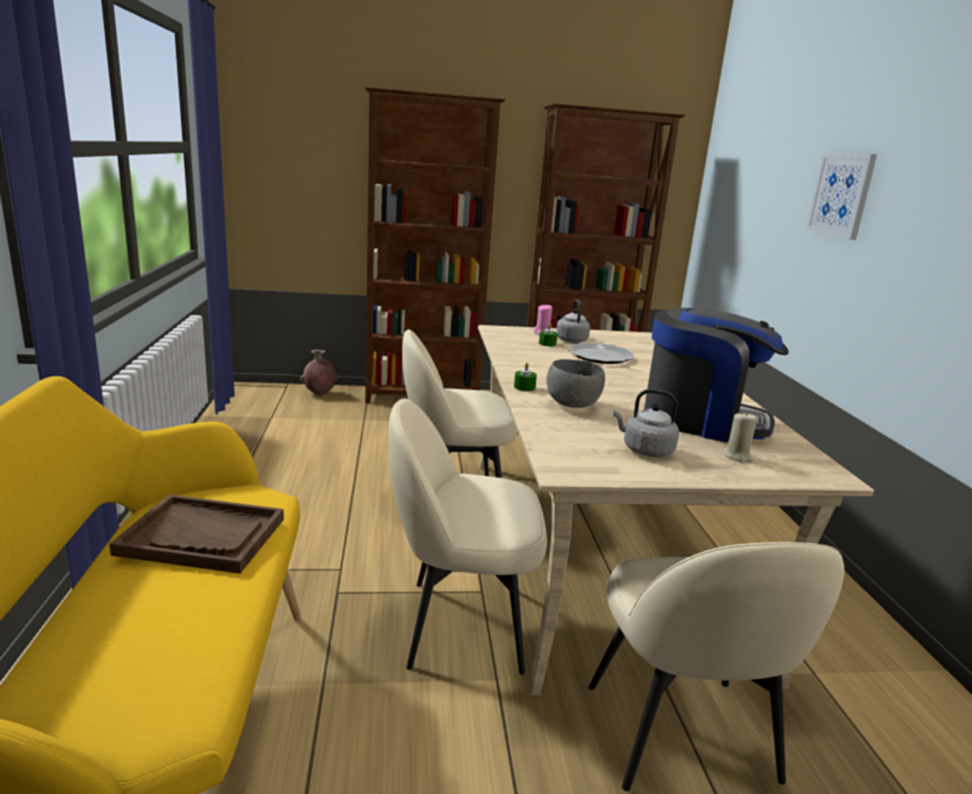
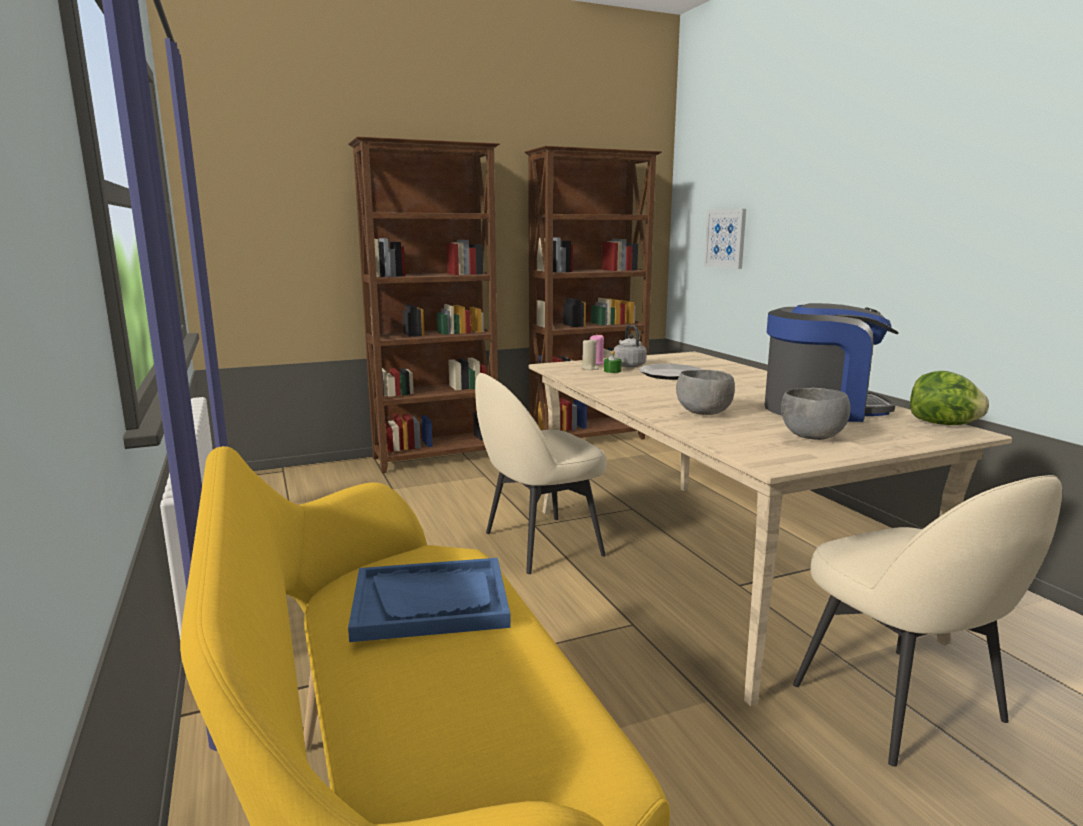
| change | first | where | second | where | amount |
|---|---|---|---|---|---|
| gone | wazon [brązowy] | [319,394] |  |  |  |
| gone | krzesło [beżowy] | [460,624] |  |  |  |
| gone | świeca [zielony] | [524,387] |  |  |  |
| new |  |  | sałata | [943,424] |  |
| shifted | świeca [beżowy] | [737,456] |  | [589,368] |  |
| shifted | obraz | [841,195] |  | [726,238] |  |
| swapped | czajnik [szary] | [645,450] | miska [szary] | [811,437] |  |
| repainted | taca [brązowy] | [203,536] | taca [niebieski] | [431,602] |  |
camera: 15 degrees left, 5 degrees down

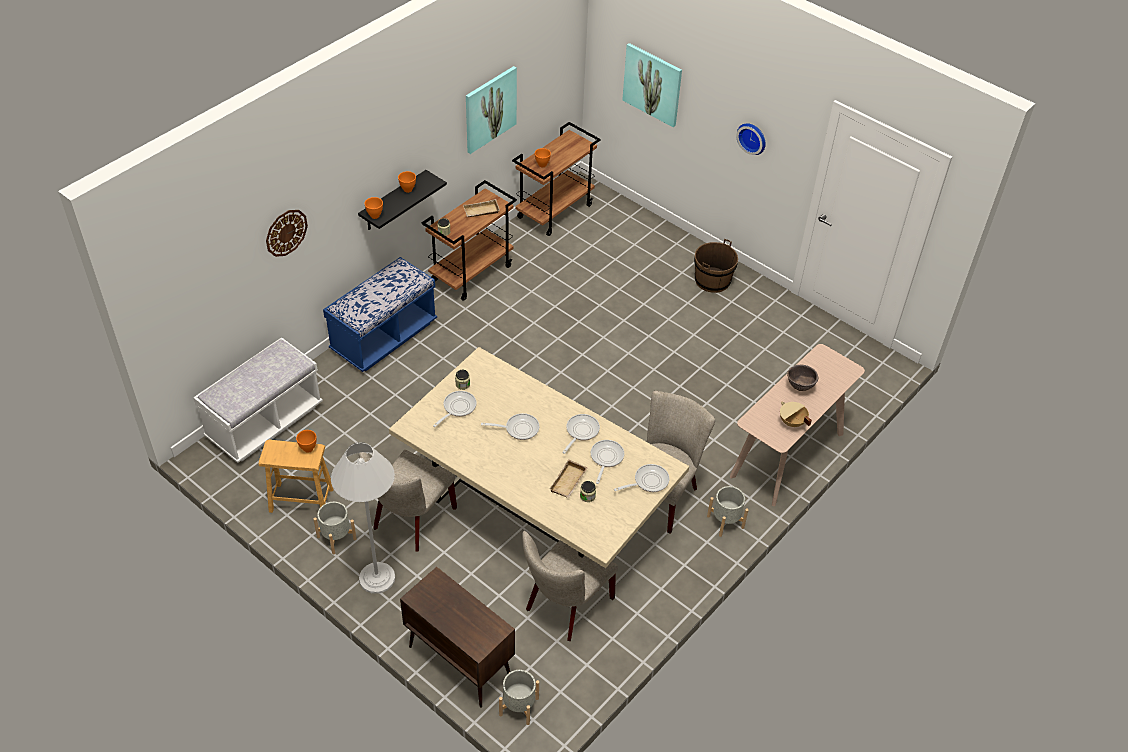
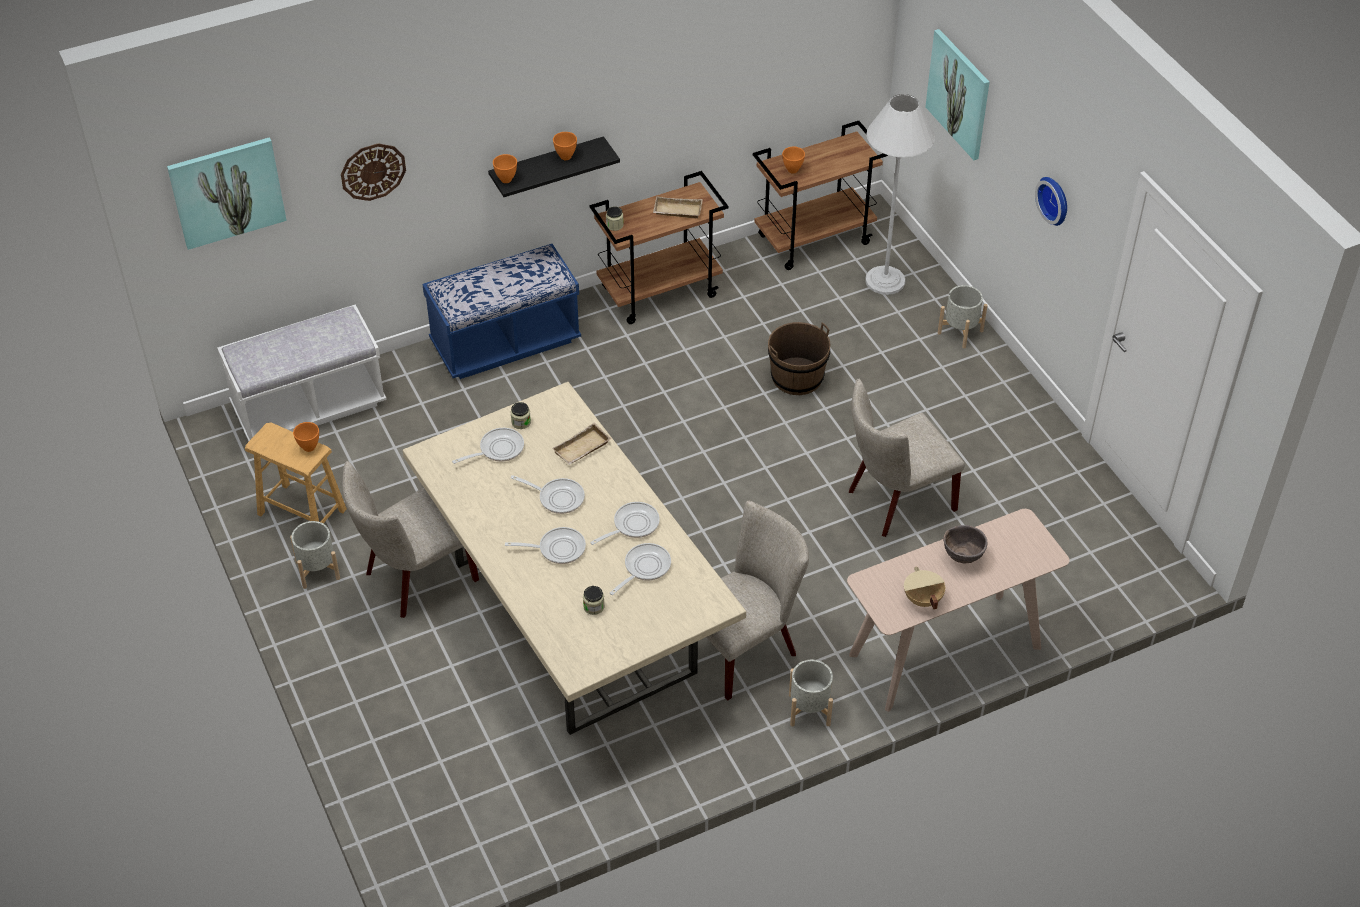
| change | first | where | second | where | amount |
|---|---|---|---|---|---|
| gone | szafka [brązowy] | [459,661] |  |  |  |
| shifted | lampa stojąca [biały] | [377,578] |  | [885,281] |  |
| shifted | obraz | [490,109] |  | [227,192] |  |
| shifted | donica [szary] | [519,707] |  | [960,332] |  |
| shifted | krzesło [beżowy] | [565,606] |  | [895,501] |  |
| shifted | taca [beżowy] | [569,482] |  | [582,449] |  |
| shifted | patelnia | [648,481] |  | [557,548] |  |
| shifted | wiadro [brązowy] | [712,280] |  | [797,377] |  |
camera: 25 degrees right, 0 degrees up

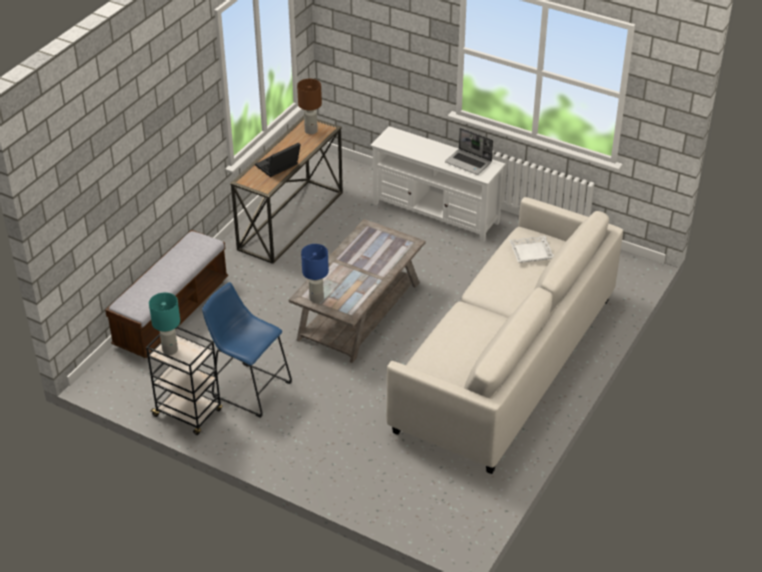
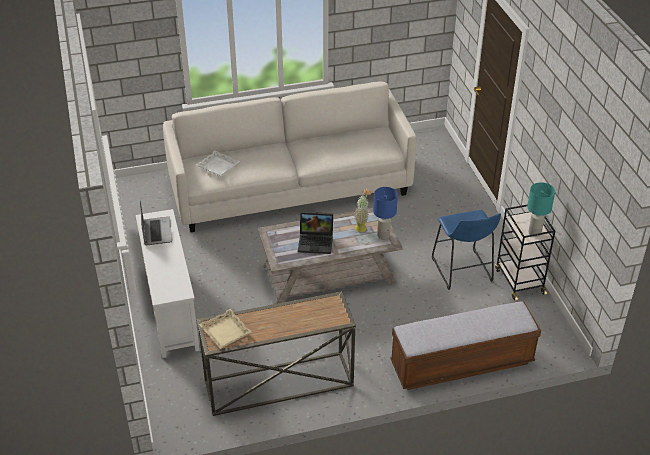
| change | first | where | second | where | amount |
|---|---|---|---|---|---|
| new |  |  | roślina doniczkowa | [362,226] |  |
| shifted | laptop | [278,167] |  | [316,242] |  |
| swapped | lampa stołowa [brązowy] | [311,130] | taca [beżowy] | [225,332] |  |
camera: 135 degrees left, 0 degrees up

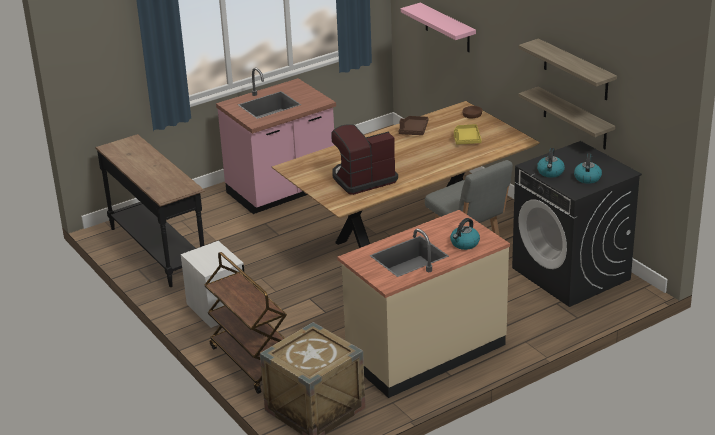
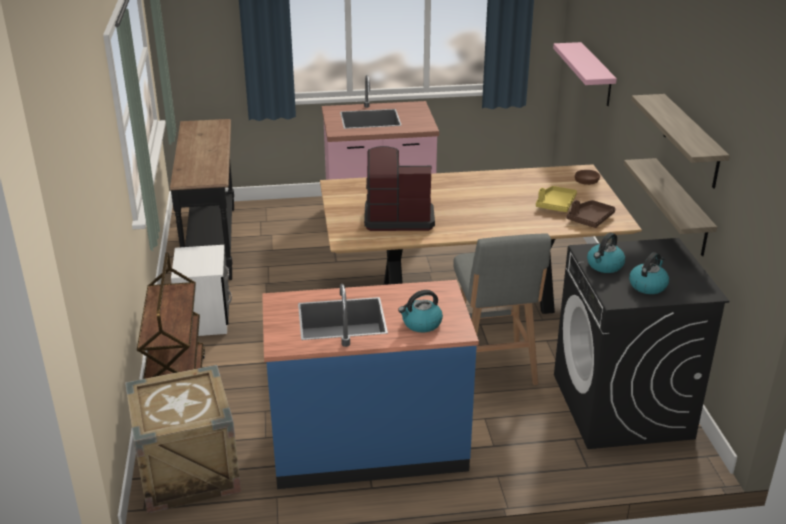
| change | first | where | second | where | amount |
|---|---|---|---|---|---|
| shifted | taca [brązowy] | [413,130] |  | [590,219] |  |
| repainted | zabudowa kuchenna [beżowy] | [425,351] | zabudowa kuchenna [niebieski] | [368,445] |  |
camera: 25 degrees right, 0 degrees up

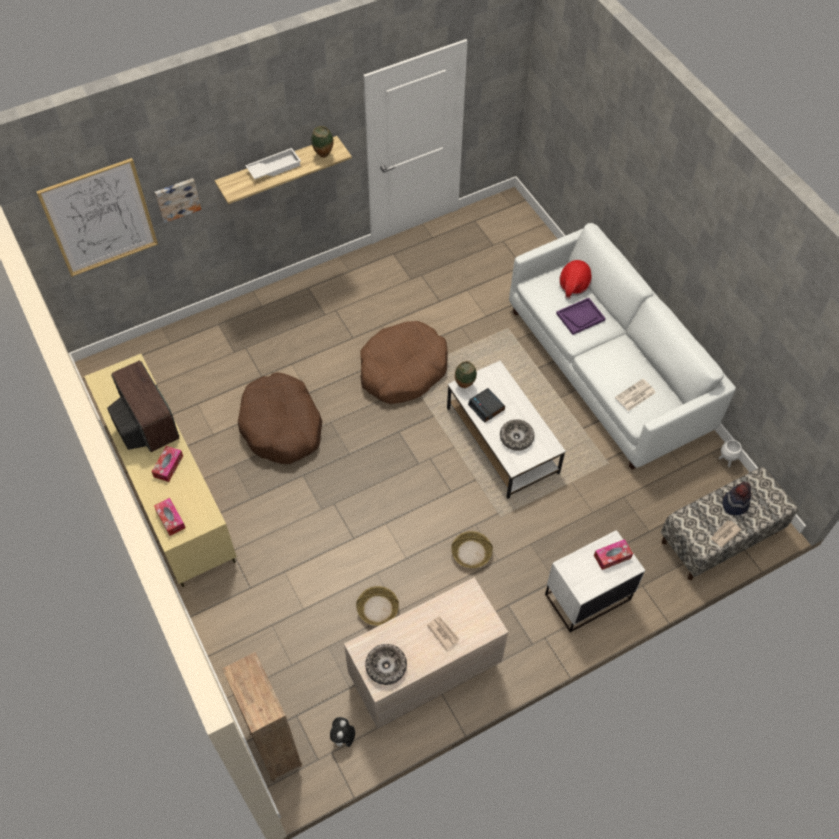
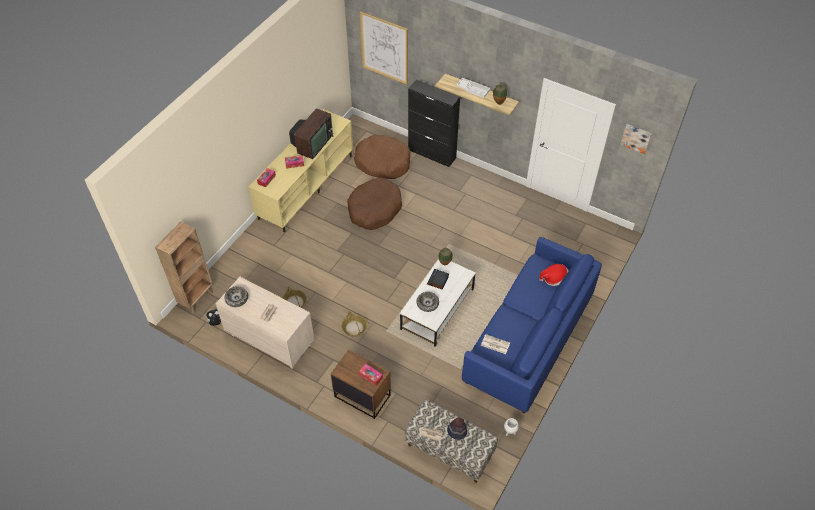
| change | first | where | second | where | amount |
|---|---|---|---|---|---|
| gone | taca [fioletowy] | [580,317] |  |  |  |
| new |  |  | szafka [czarny] | [432,154] |  |
| shifted | obraz | [177,199] |  | [636,138] |  |
| shifted | legowisko [brązowy] | [402,370] |  | [383,162] |  |
| repainted | kanapa [biały] | [607,370] | kanapa [niebieski] | [528,339] |  |
| repainted | szafka nocna [biały] | [586,597] | szafka nocna [brązowy] | [362,395] |  |
camera: 60 degrees right, 5 degrees down

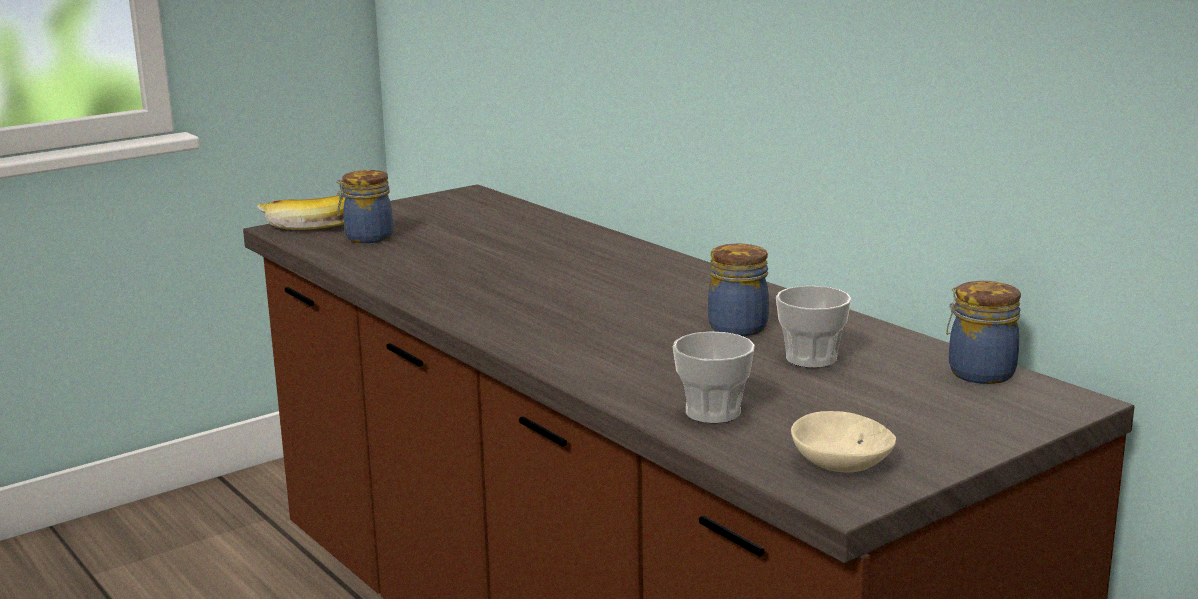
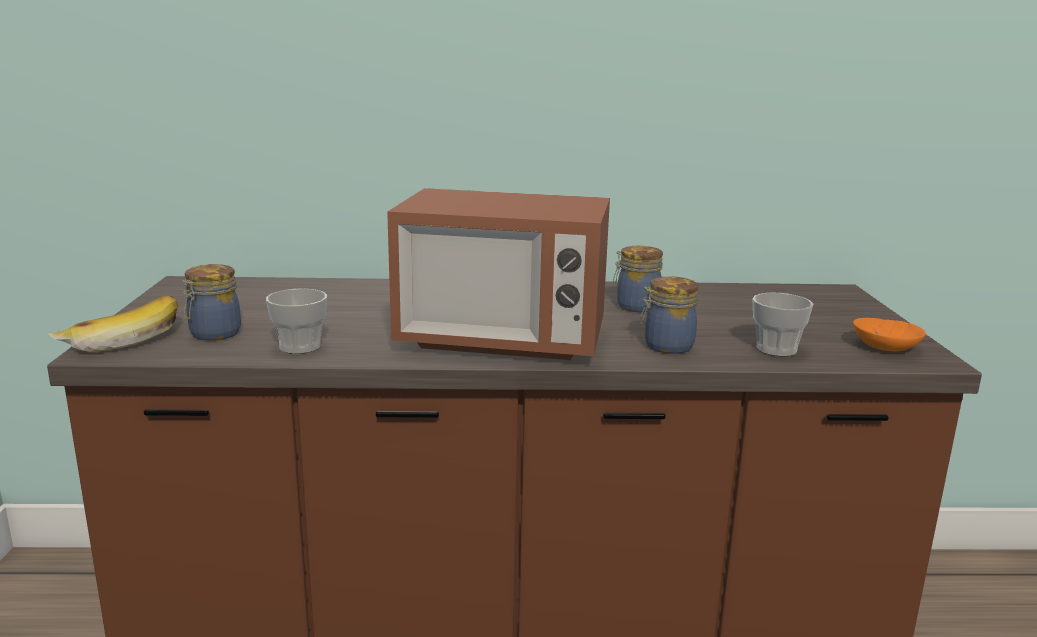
| change | first | where | second | where | amount |
|---|---|---|---|---|---|
| new |  |  | mikrofalówka | [502,340] |  |
| shifted | filiżanka | [811,358] |  | [300,346] |  |
| shifted | słoik | [978,372] |  | [666,346] |  |
| repainted | miska [beżowy] | [837,463] | miska [pomarańczowy] | [885,348] |  |
camera: 55 degrees left, 0 degrees up

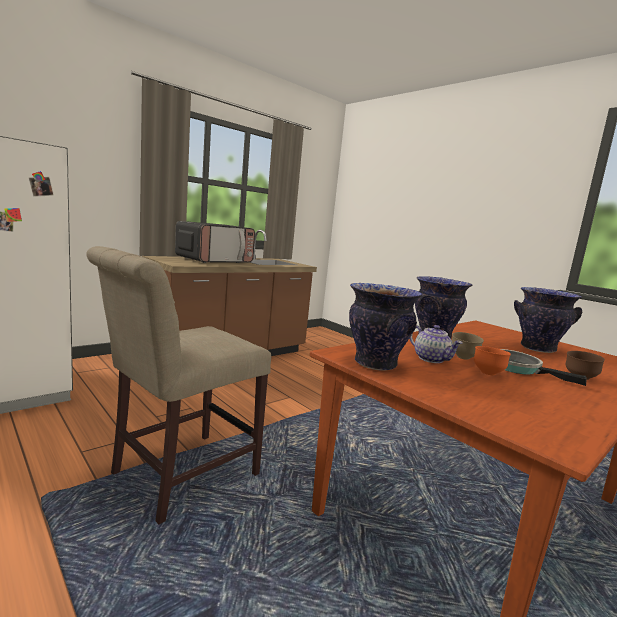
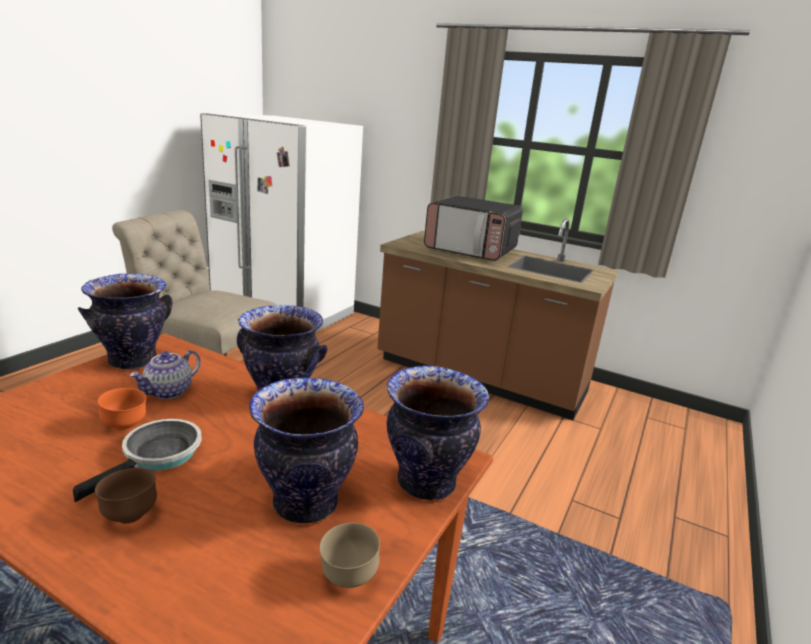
| change | first | where | second | where | amount |
|---|---|---|---|---|---|
| new |  |  | wazon | [427,483] |  |
| shifted | miska [brązowy] | [463,358] |  | [348,578] |  |
camera: 70 degrees right, 10 degrees up

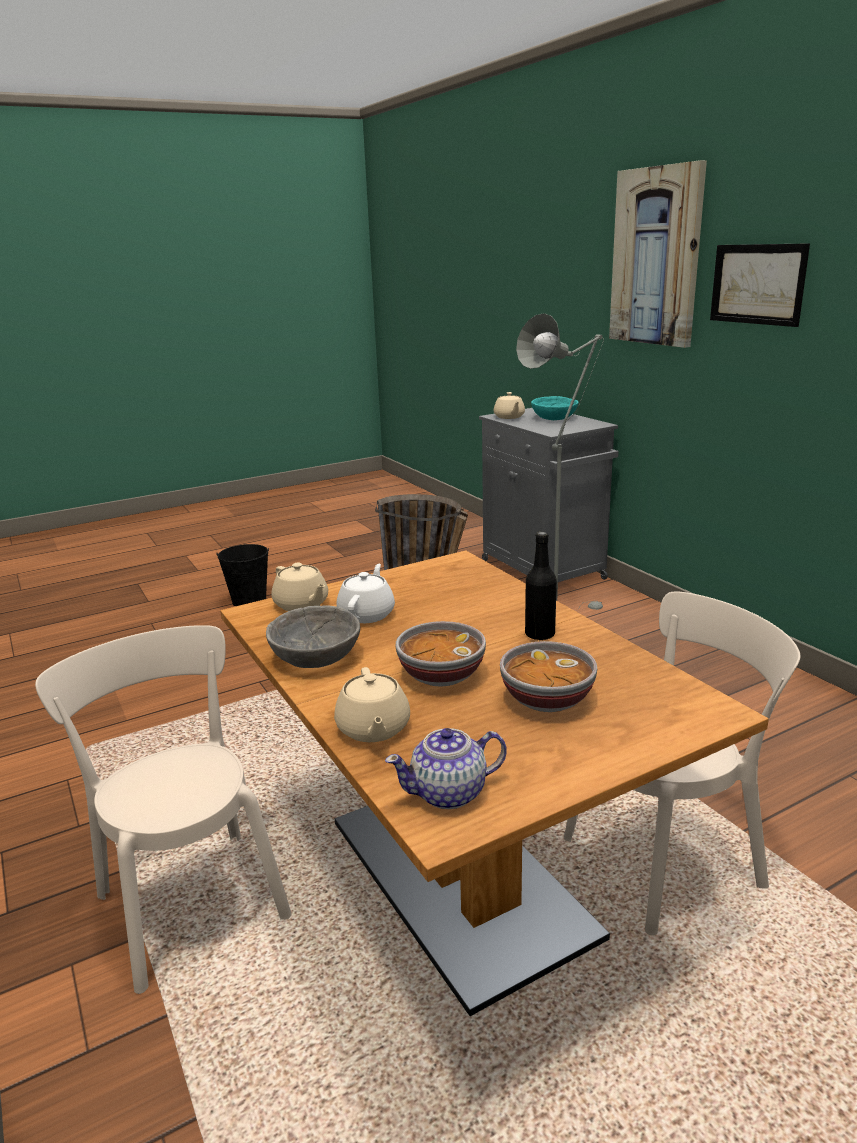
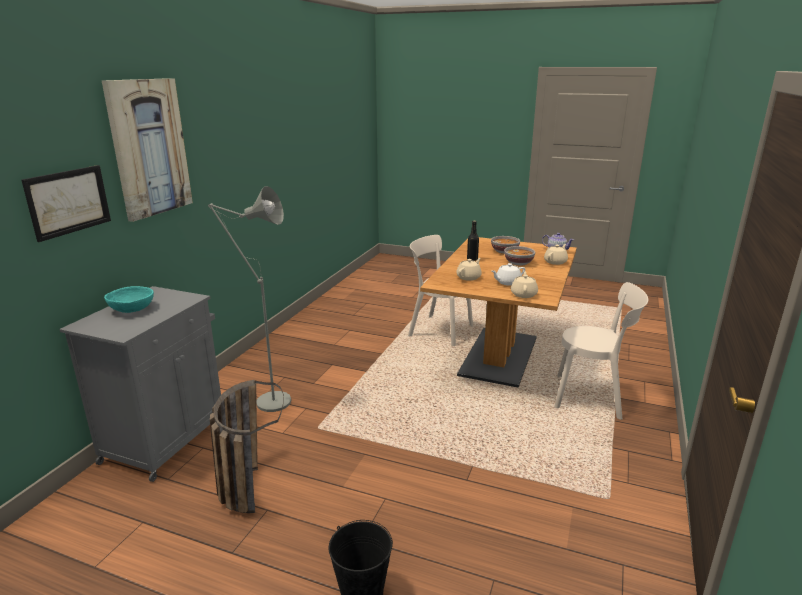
| change | first | where | second | where | amount |
|---|---|---|---|---|---|
| gone | miska [szary] | [316,657] |  |  |  |
| shifted | imbryk [beżowy] | [509,417] |  | [469,277] |  |
| shifted | obraz | [757,284] |  | [68,201] |  |
| rotated | krzesło [beżowy] | [190,899] |  | [592,397] | 90 degrees counterclockwise |
camera: 130 degrees left, 0 degrees up

